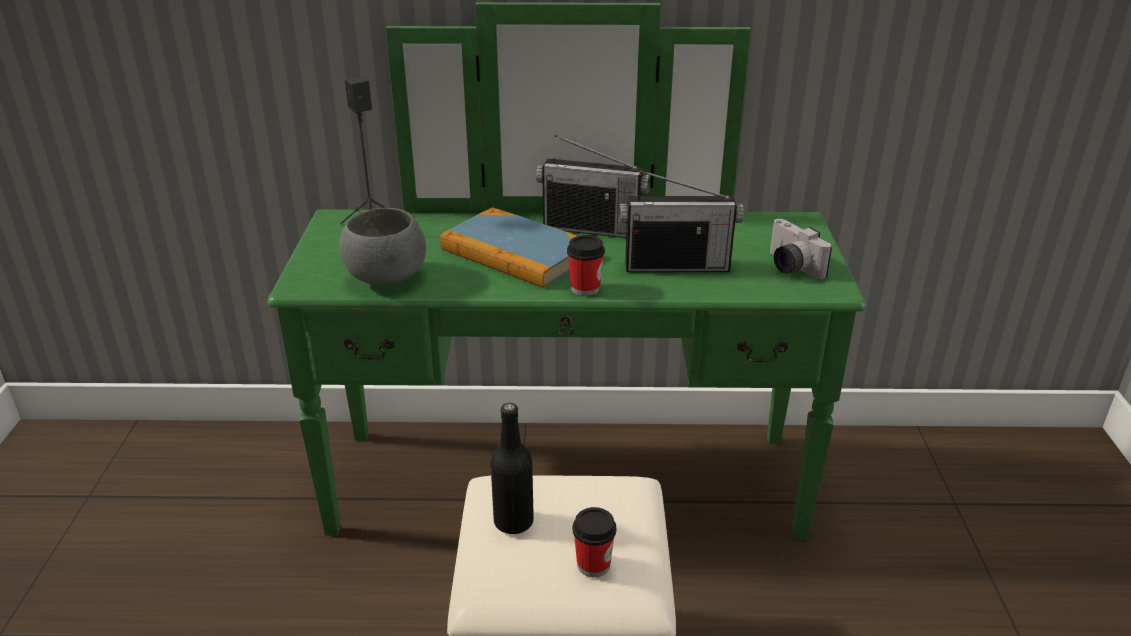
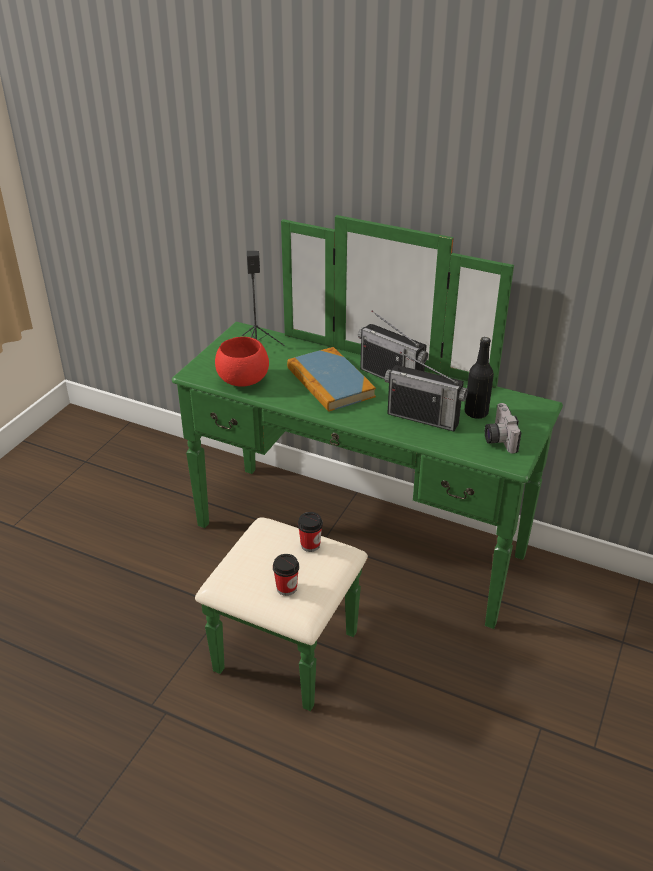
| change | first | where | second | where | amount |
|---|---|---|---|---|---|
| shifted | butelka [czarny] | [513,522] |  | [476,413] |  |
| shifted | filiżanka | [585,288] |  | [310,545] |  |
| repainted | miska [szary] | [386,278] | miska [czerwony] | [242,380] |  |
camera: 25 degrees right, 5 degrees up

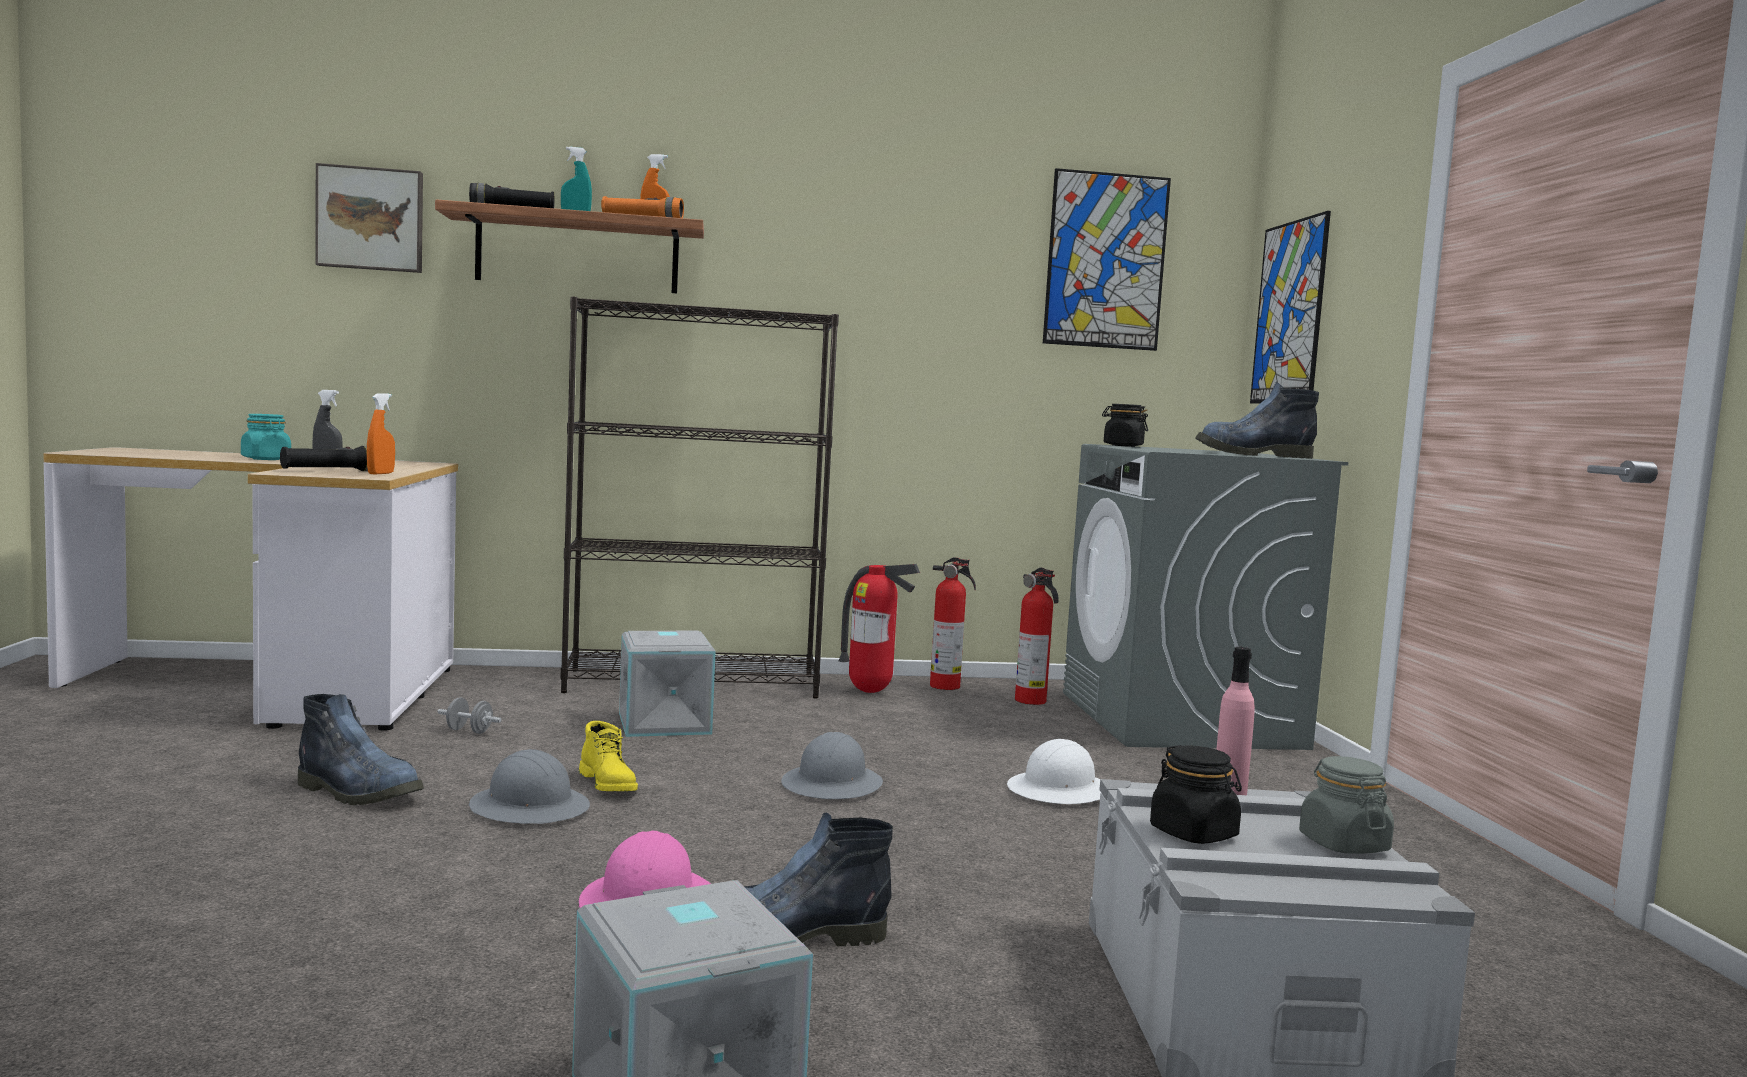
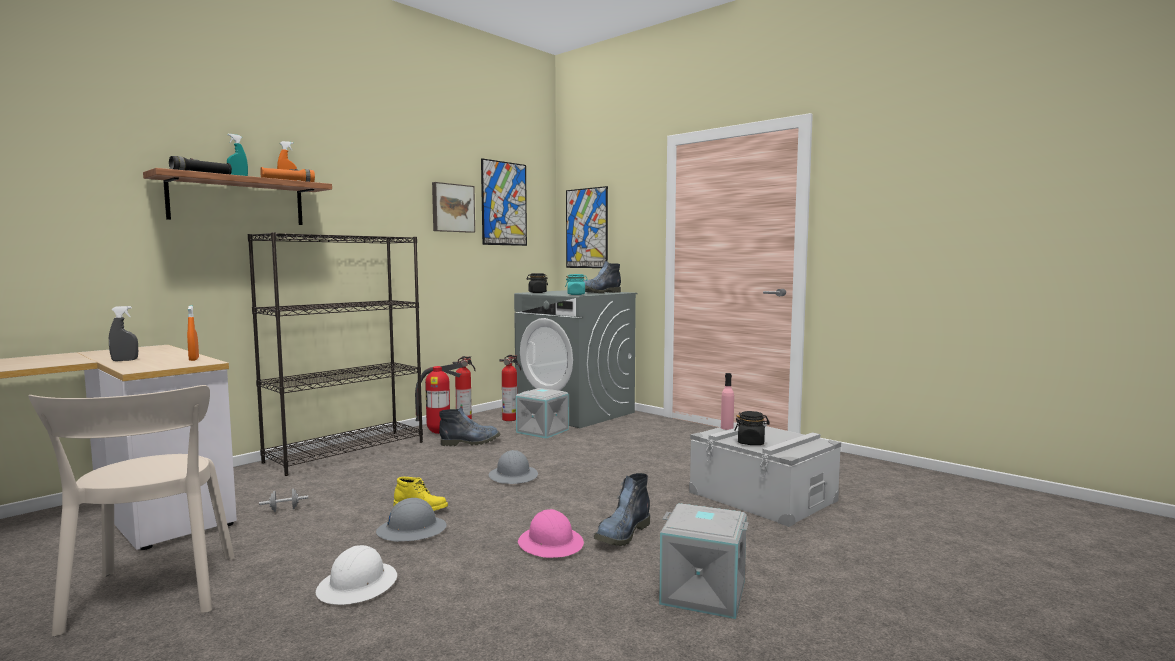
| change | first | where | second | where | amount |
|---|---|---|---|---|---|
| gone | latarka [czarny] | [332,471] |  |  |  |
| gone | słoik [szary] | [1343,844] |  |  |  |
| new |  |  | krzesło [beżowy] | [151,596] |  |
| shifted | słoik [turkusowy] | [266,459] |  | [576,294] |  |
| shifted | but z cholewką | [360,793] |  | [471,442] |  |
| shifted | obraz | [371,219] |  | [452,208] |  |
| shifted | pojemnik do przechowywania [szary] | [666,724] |  | [543,431] |  |
| shifted | kask [biały] | [1059,791] |  | [358,586] |  |
camera: 40 degrees left, 0 degrees up

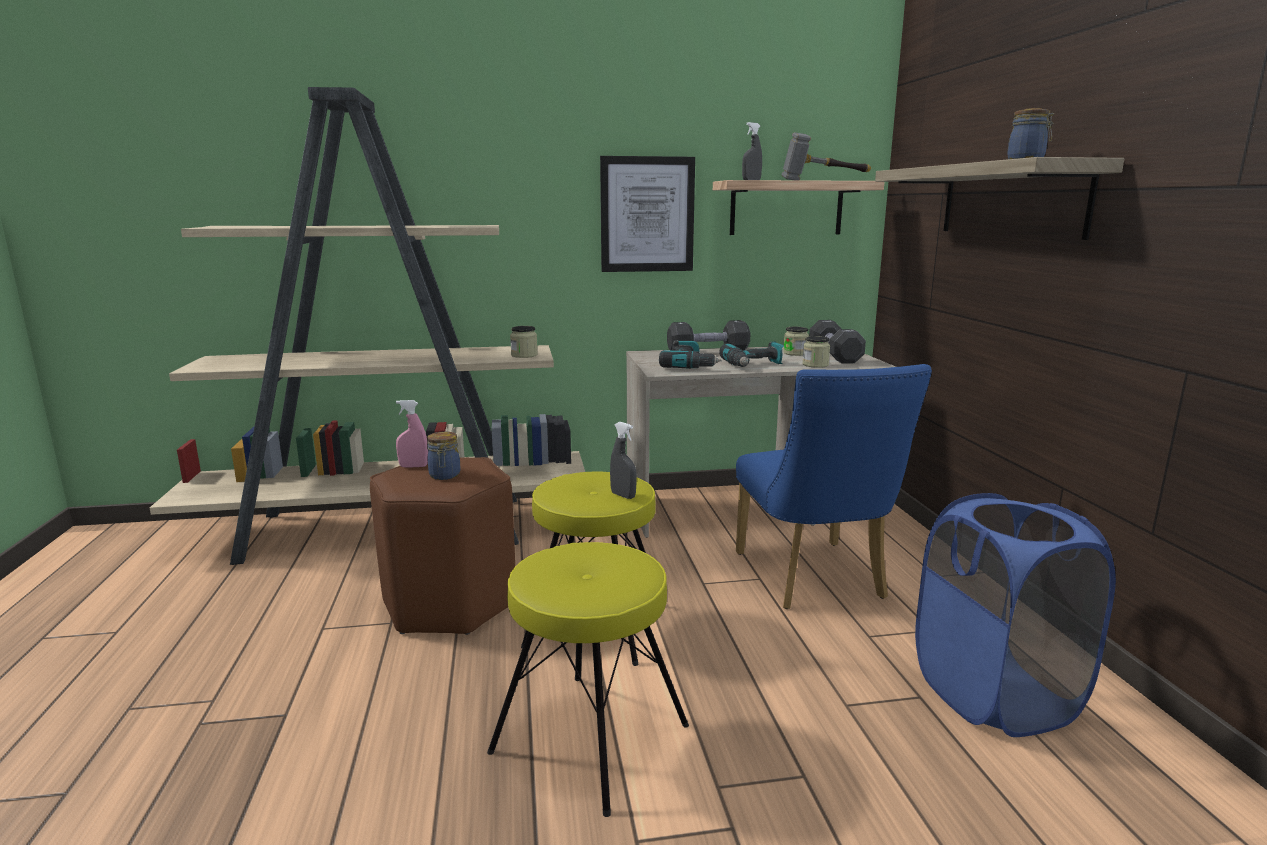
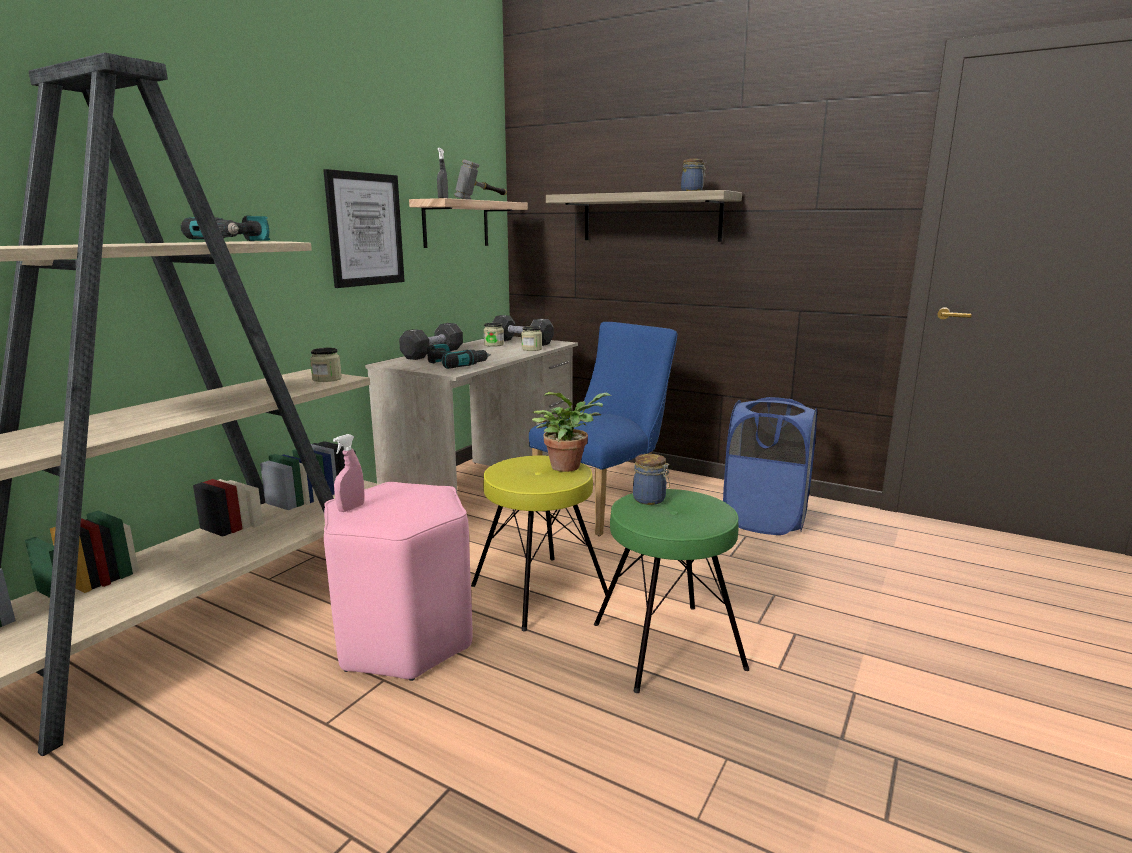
| change | first | where | second | where | amount |
|---|---|---|---|---|---|
| shifted | słoik | [444,476] |  | [650,500] |  |
| shifted | wiertarka | [753,365] |  | [236,241] |  |
| swapped | spryskiwacz [szary] | [623,495] | roślina doniczkowa | [569,466] |  |
| repainted | stołek [brązowy] | [448,604] | stołek [różowy] | [403,640] |  |
| repainted | stołek [żółty] | [592,738] | stołek [zielony] | [667,645] |  |
| rotated | krzesło [niebieski] | [814,580] |  | [603,506] | 75 degrees counterclockwise |
camera: 50 degrees left, 0 degrees up

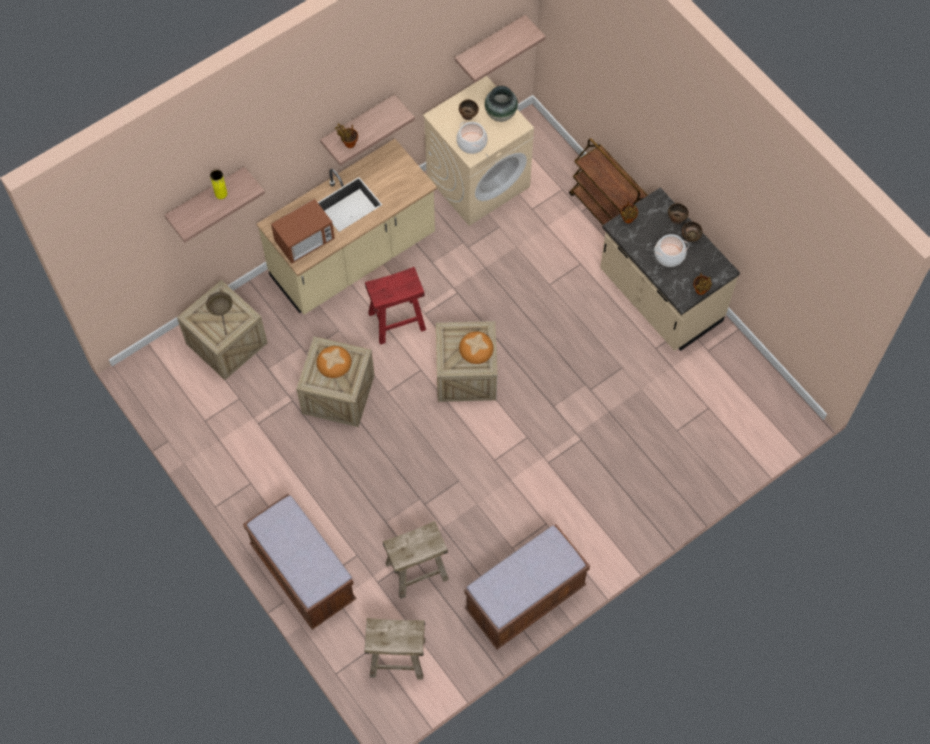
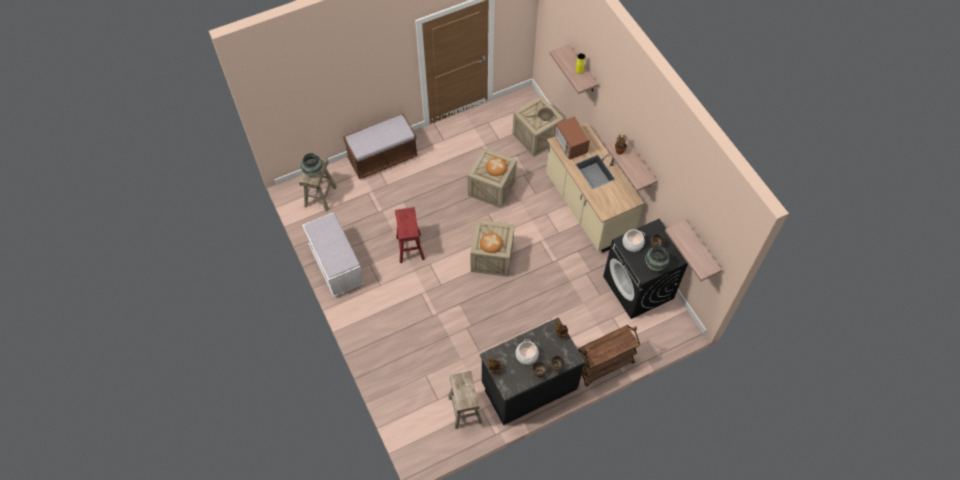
| change | first | where | second | where | amount |
|---|---|---|---|---|---|
| new |  |  | wazon | [313,172] |  |
| shifted | stołek [czerwony] | [397,322] |  | [410,247] |  |
| shifted | stołek [beżowy] | [417,571] |  | [464,409] |  |
| repainted | pralka [beżowy] | [478,181] | pralka [czarny] | [638,288] |  |
| repainted | ławka [brązowy] | [525,598] | ławka [biały] | [336,265] |  |
| repainted | zabudowa kuchenna [beżowy] | [659,298] | zabudowa kuchenna [czarny] | [528,386] |  |
camera: 100 degrees right, 5 degrees down

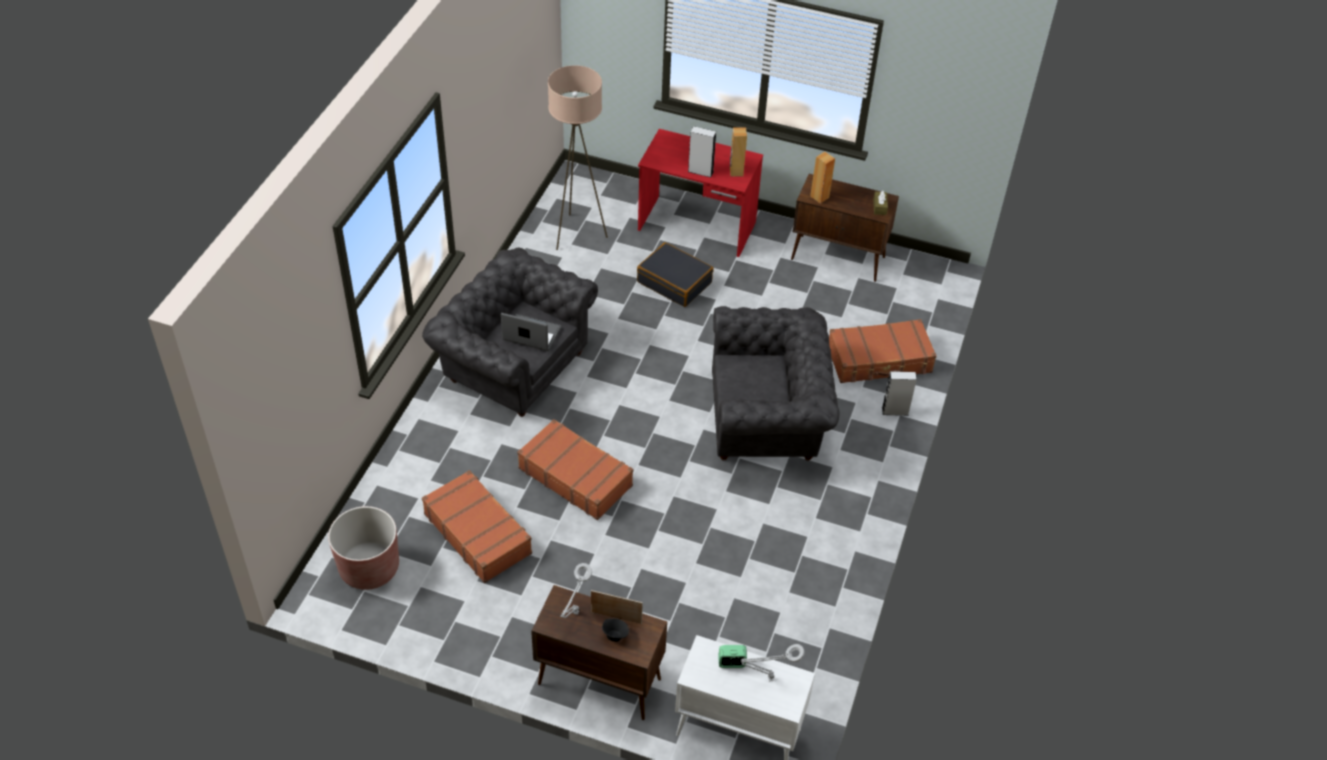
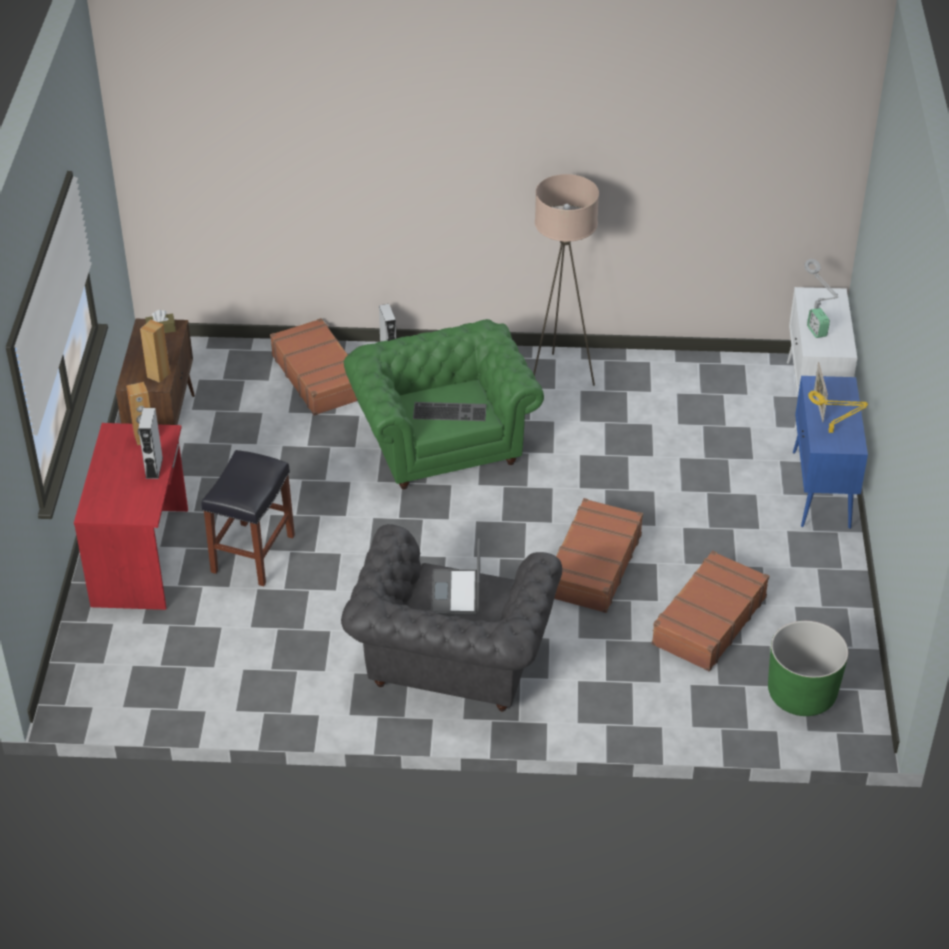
| change | first | where | second | where | amount |
|---|---|---|---|---|---|
| gone | miska [czarny] | [615,635] |  |  |  |
| new |  |  | klawiatura | [450,411] |  |
| shifted | lampa stojąca [beżowy] | [577,234] |  | [559,376] |  |
| swapped | walizka [czarny] | [674,282] | stołek [czarny] | [253,555] |  |
| repainted | donica [brązowy] | [369,568] | donica [zielony] | [801,694] |  |
| repainted | szafka [brązowy] | [598,681] | szafka [niebieski] | [821,490] |  |
| repainted | lampa stołowa [szary] | [575,614] | lampa stołowa [żółty] | [832,431] |  |
| repainted | fotel [szary] | [768,419] | fotel [zielony] | [442,441] |  |
camera: 105 degrees left, 5 degrees down

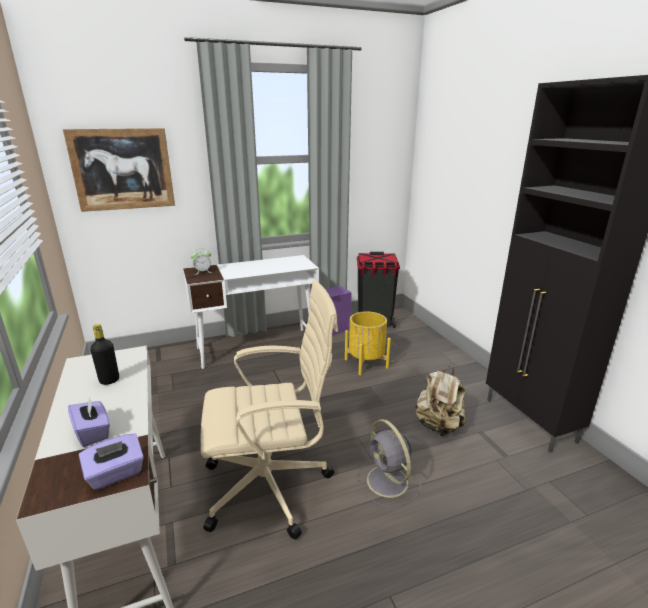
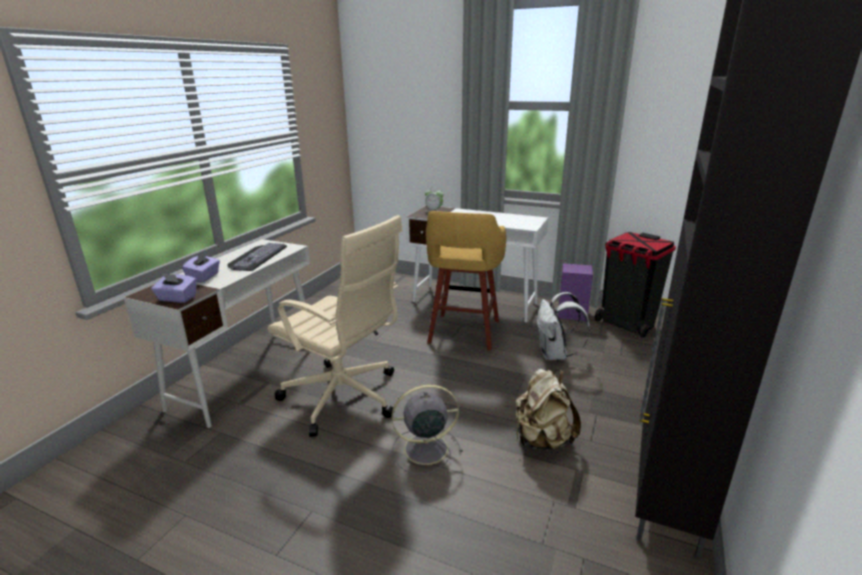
| change | first | where | second | where | amount |
|---|---|---|---|---|---|
| gone | obraz | [122,169] |  |  |  |
| new |  |  | stołek [żółty] | [463,333] |  |
| swapped | butelka [czarny] | [109,380] | klawiatura | [256,257] |  |
| swapped | donica [żółty] | [366,363] | plecak [biały] | [555,355] |  |
| rotated | wentylator [szary] | [388,482] |  | [424,449] | 60 degrees clockwise |
camera: 45 degrees right, 0 degrees up

